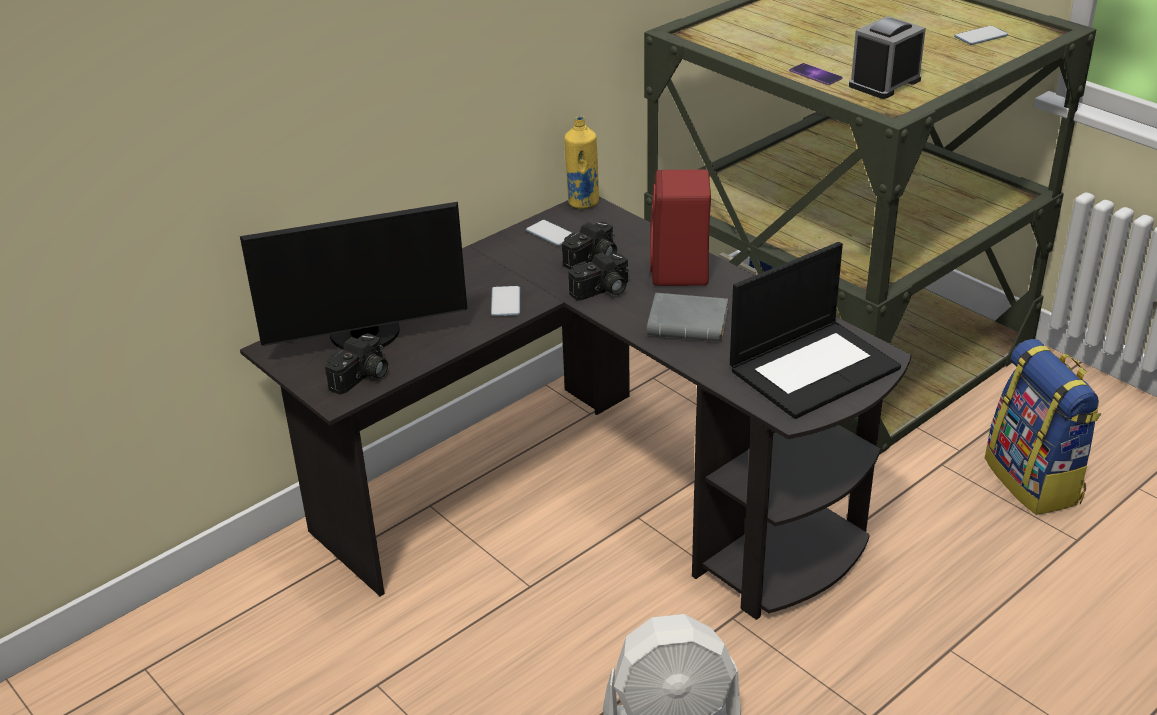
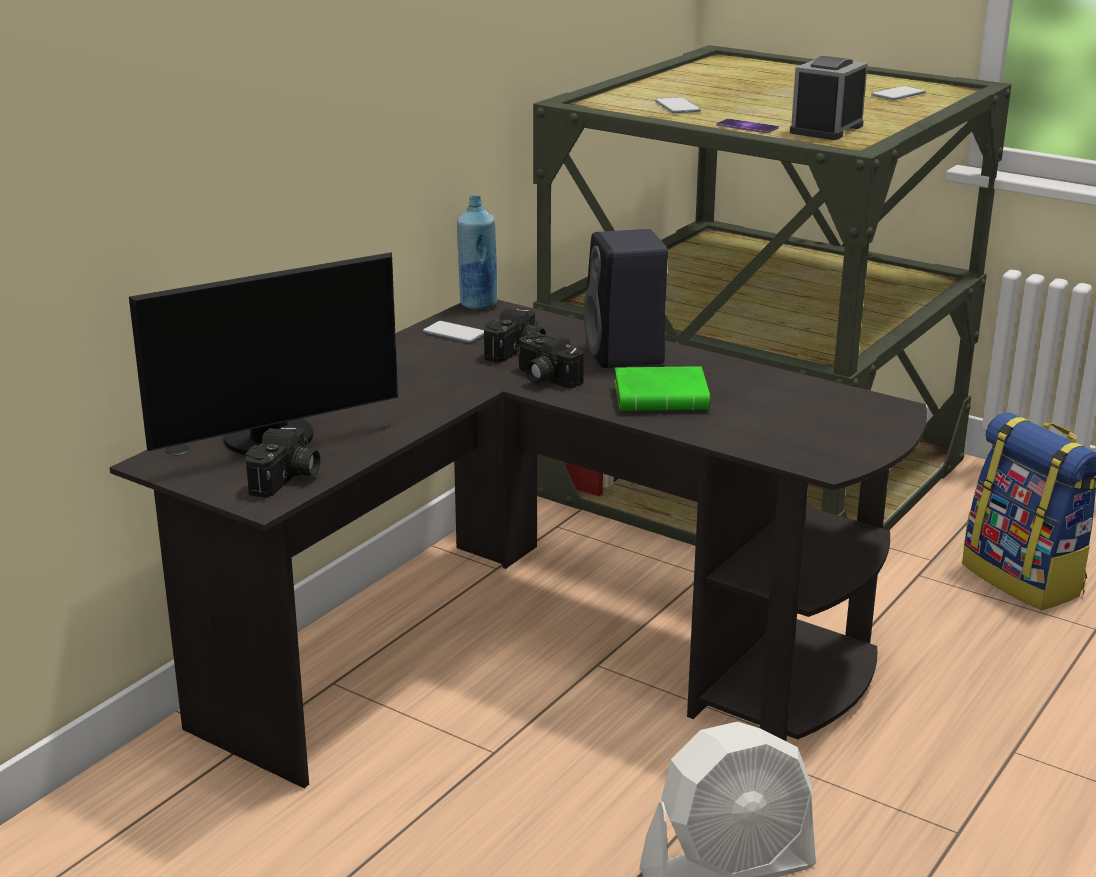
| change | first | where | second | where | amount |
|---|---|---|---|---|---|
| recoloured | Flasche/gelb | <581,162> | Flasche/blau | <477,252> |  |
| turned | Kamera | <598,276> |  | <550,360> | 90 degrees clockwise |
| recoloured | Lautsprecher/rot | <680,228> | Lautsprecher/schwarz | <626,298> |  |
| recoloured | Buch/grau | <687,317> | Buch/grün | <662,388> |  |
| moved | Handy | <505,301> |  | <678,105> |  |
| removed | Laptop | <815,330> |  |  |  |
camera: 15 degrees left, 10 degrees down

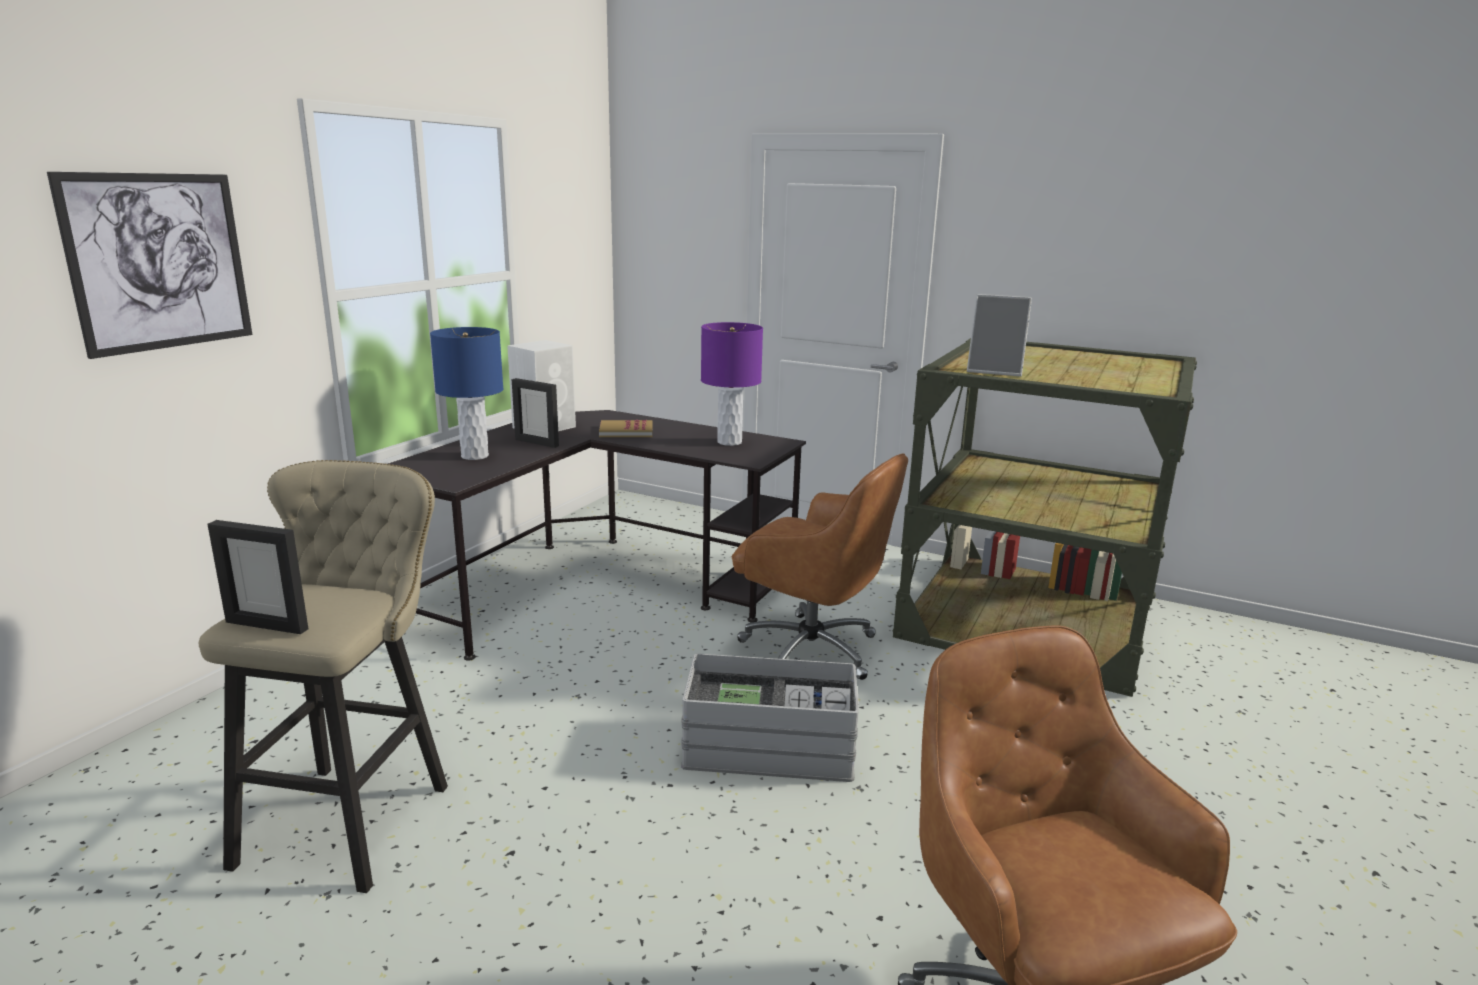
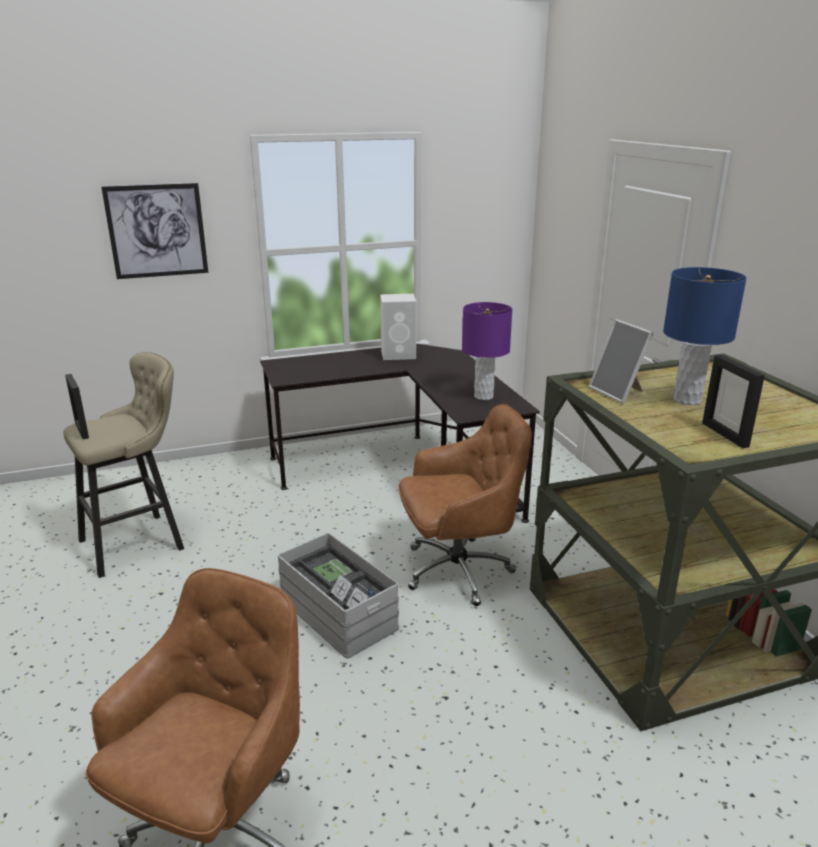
| change | first | where | second | where | amount |
|---|---|---|---|---|---|
| turned | Bürostuhl/braun | <820,567> |  | <465,505> | 90 degrees counterclockwise |
| moved | Tischlampe/blau | <466,393> |  | <705,336> |  |
| moved | Bilderrahmen | <535,413> |  | <733,401> |  |
| removed | Buch | <626,428> |  |  |  |
camera: 45 degrees right, 5 degrees up

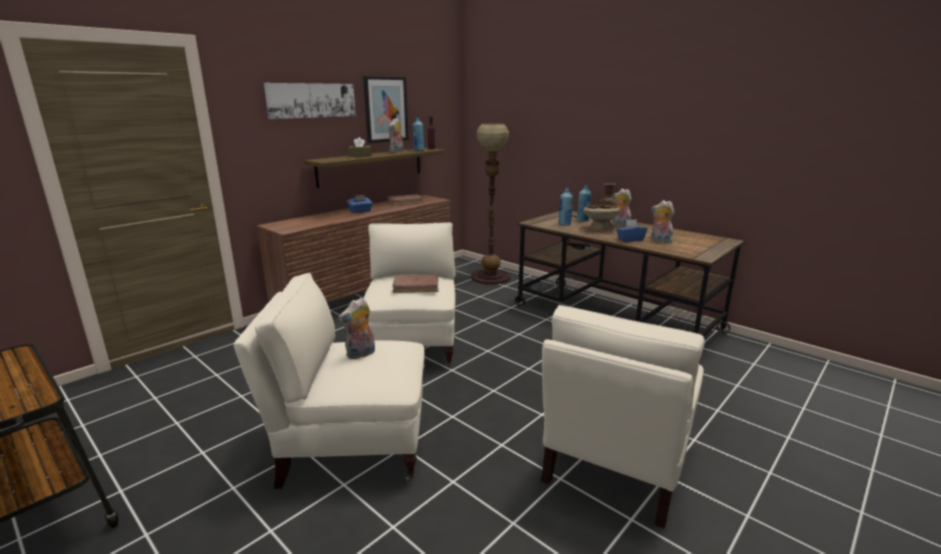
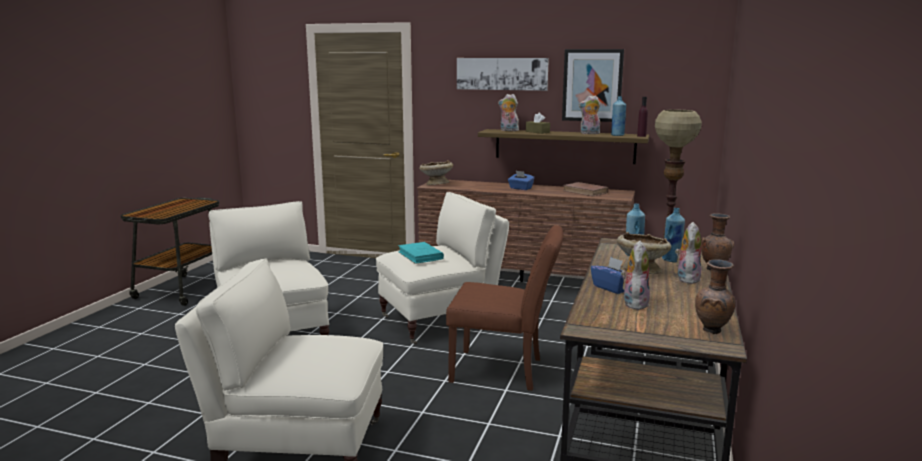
| change | first | where | second | where | amount |
|---|---|---|---|---|---|
| recoloured | Buch/braun | <415,284> | Buch/türkis | <421,253> |  |
| added |  |  | Schüssel/beige | <436,172> |  |
| added |  |  | Stuhl/braun | <504,308> |  |
| moved | Plüschtier | <356,328> |  | <509,112> |  |
| added |  |  | Vase/braun | <715,296> |  |
camera: 65 degrees right, 5 degrees down

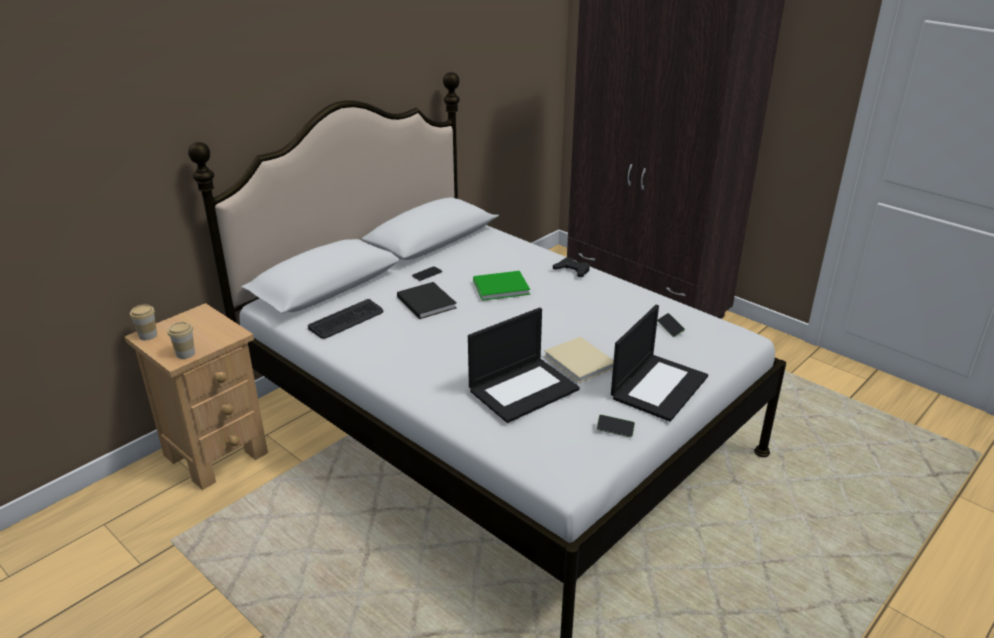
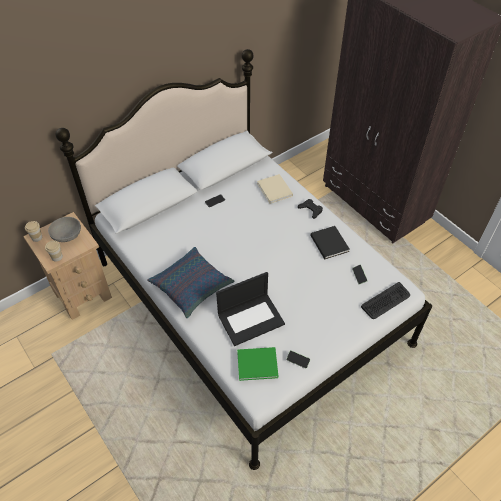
| change | first | where | second | where | amount |
|---|---|---|---|---|---|
| added |  |  | Schüssel/grau | <64,229> |  |
| added |  |  | Kissen/blau | <190,282> |  |
| moved | Buch/grün | <501,286> |  | <257,364> |  |
| moved | Buch/beige | <579,360> |  | <275,189> |  |
| moved | Buch/schwarz | <427,300> |  | <330,243> |  |
| moved | Tastatur | <346,319> |  | <385,300> |  |
| removed | Laptop | <659,363> |  |  |  |
camera: 10 degrees right, 20 degrees up

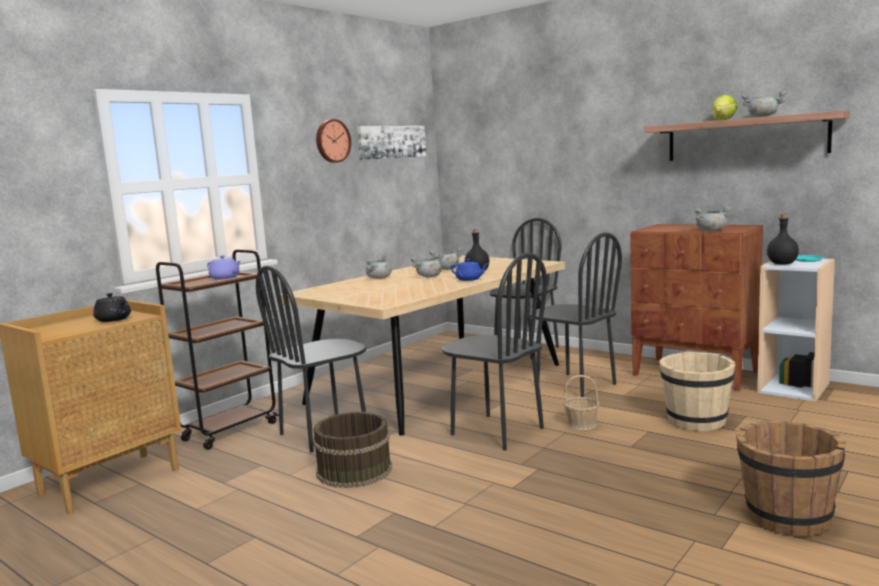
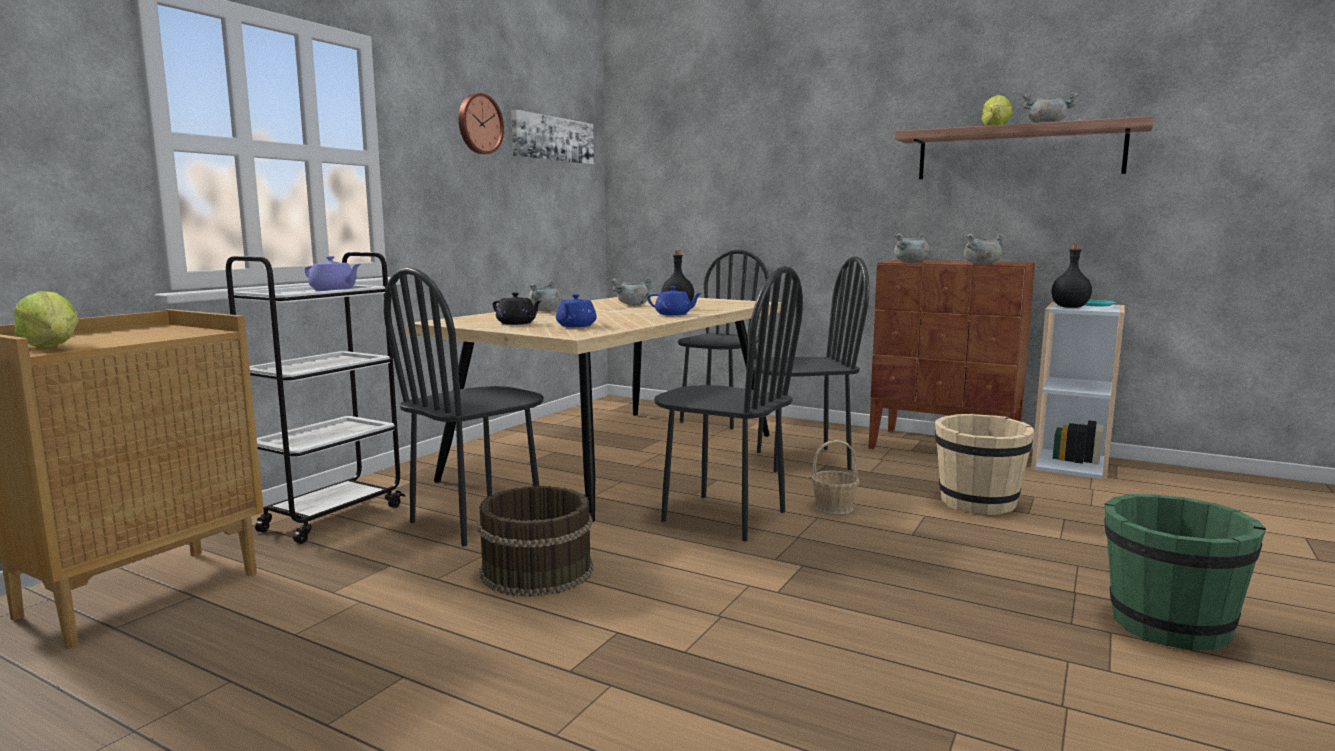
| change | first | where | second | where | amount |
|---|---|---|---|---|---|
| added |  |  | Salatkopf | <46,319> |  |
| recoloured | Rollwagen/braun | <217,350> | Rollwagen/weiß | <315,398> |  |
| moved | Teekanne/schwarz | <112,307> |  | <517,308> |  |
| added |  |  | Teekanne/blau | <576,310> |  |
| turned | Stuhl/schwarz | <576,314> |  | <811,364> | 45 degrees counterclockwise |
| moved | Kochtopf/grau | <427,265> |  | <912,247> |  |
| recoloured | Eimer/braun | <791,478> | Eimer/grün | <1185,572> |  |
camera: 10 degrees left, 0 degrees up

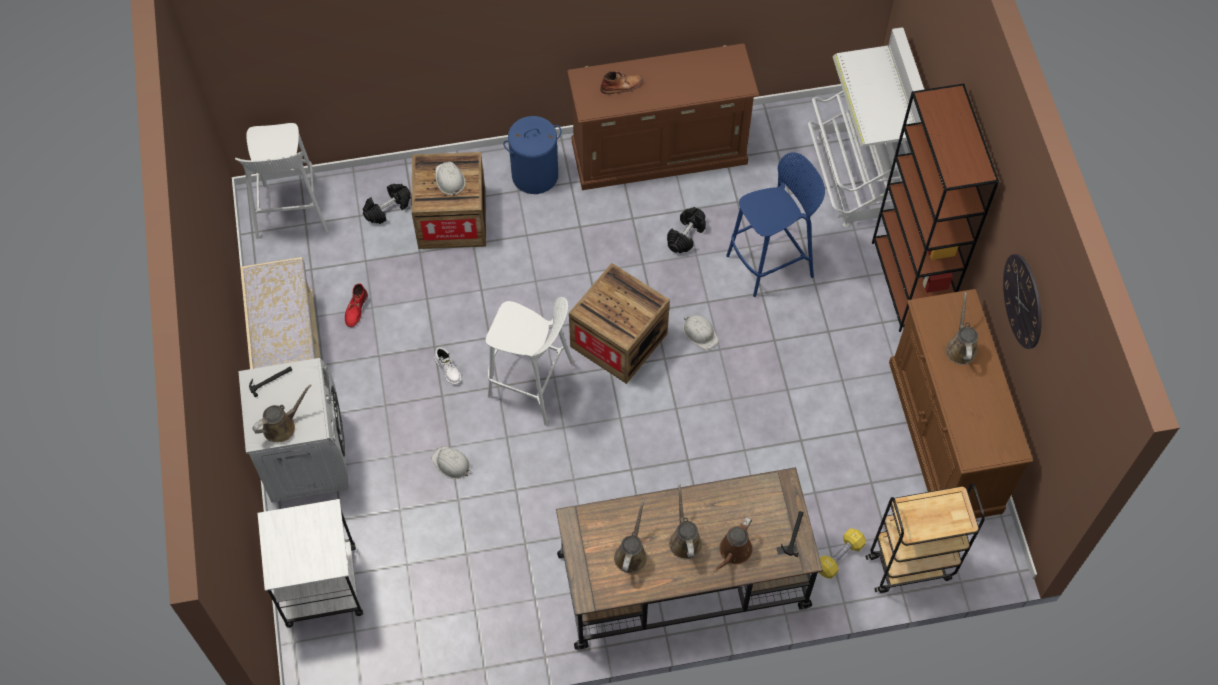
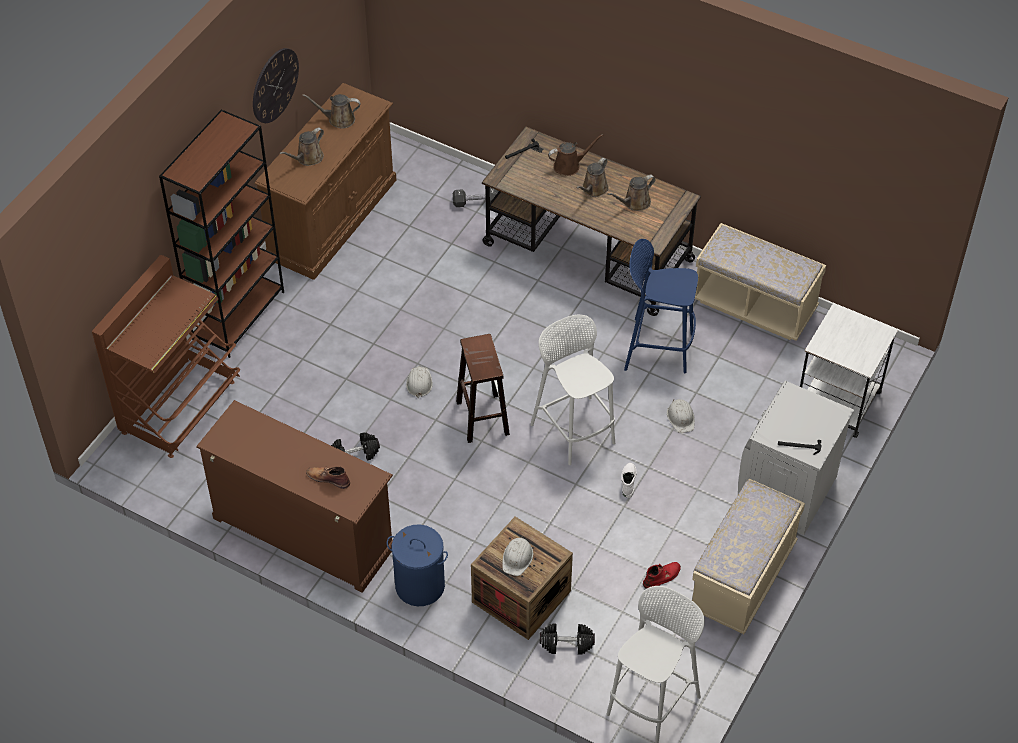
| change | first | where | second | where | amount |
|---|---|---|---|---|---|
| recoloured | Schuhregal/weiß | <866,127> | Schuhregal/braun | <166,356> |  |
| moved | Gießkanne/braun | <282,413> |  | <331,111> |  |
| recoloured | Hantel/gelb | <842,553> | Hantel/schwarz | <476,197> |  |
| replaced | Kiste | <619,323> | Hocker/braun | <483,388> |  |
| moved | Hocker/blau | <775,224> |  | <661,306> |  |
| added |  |  | Bank/beige | <760,282> |  |
| removed | Rollwagen/braun | <925,538> |  |  |  |
camera: 140 degrees left, 10 degrees down

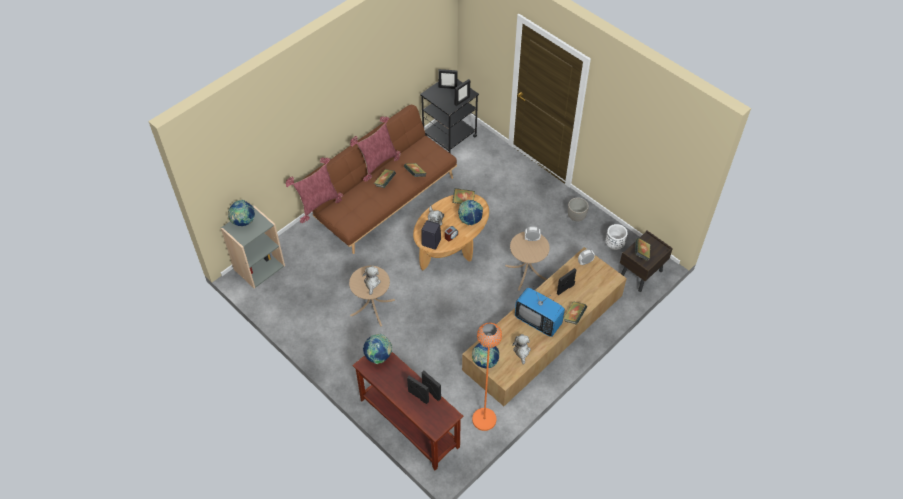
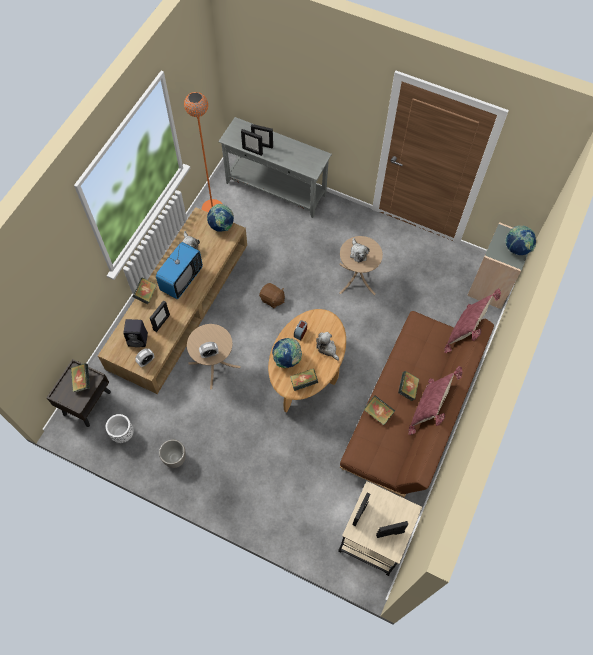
| change | first | where | second | where | amount |
|---|---|---|---|---|---|
| moved | Lautsprecher/schwarz | <431,235> |  | <135,333> |  |
| turned | Fernseher | <540,312> |  | <179,270> | 105 degrees clockwise |
| recoloured | Konsolentisch/braun | <408,411> | Konsolentisch/grau | <275,167> |  |
| added |  |  | Plüschtier/braun | <272,295> |  |
| recoloured | Rollwagen/schwarz | <449,116> | Rollwagen/beige | <380,528> |  |
| removed | Globus | <377,349> |  |  |  |
camera: 160 degrees right, 10 degrees up

